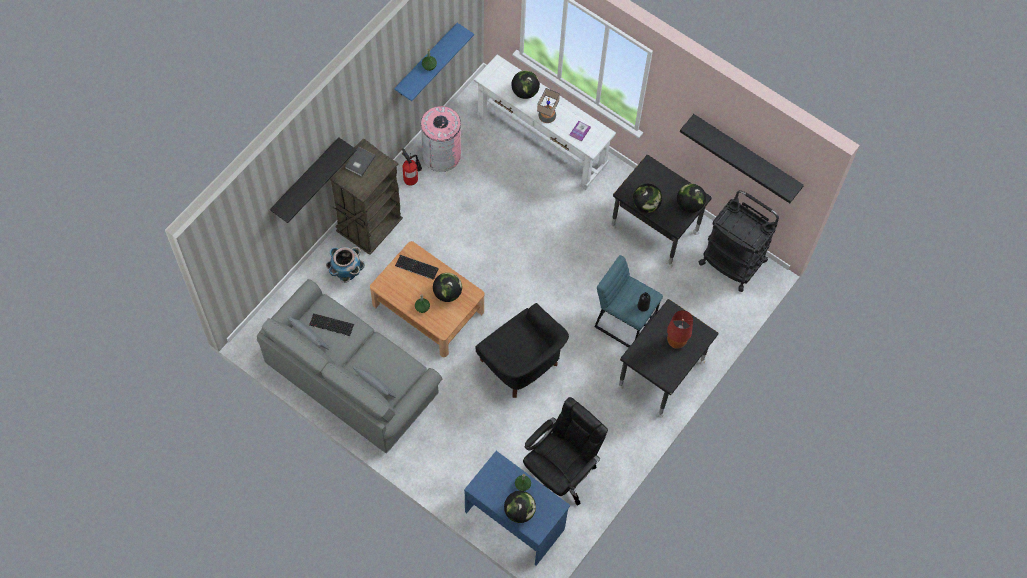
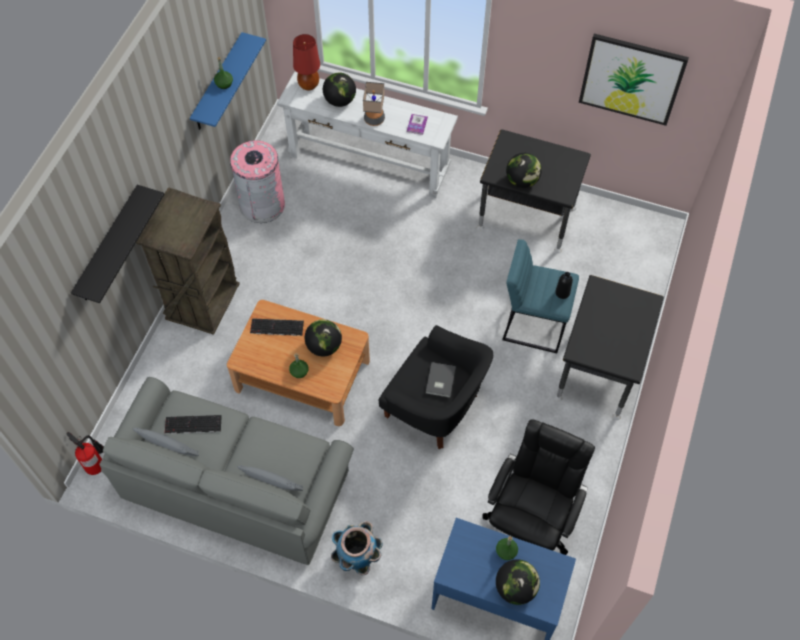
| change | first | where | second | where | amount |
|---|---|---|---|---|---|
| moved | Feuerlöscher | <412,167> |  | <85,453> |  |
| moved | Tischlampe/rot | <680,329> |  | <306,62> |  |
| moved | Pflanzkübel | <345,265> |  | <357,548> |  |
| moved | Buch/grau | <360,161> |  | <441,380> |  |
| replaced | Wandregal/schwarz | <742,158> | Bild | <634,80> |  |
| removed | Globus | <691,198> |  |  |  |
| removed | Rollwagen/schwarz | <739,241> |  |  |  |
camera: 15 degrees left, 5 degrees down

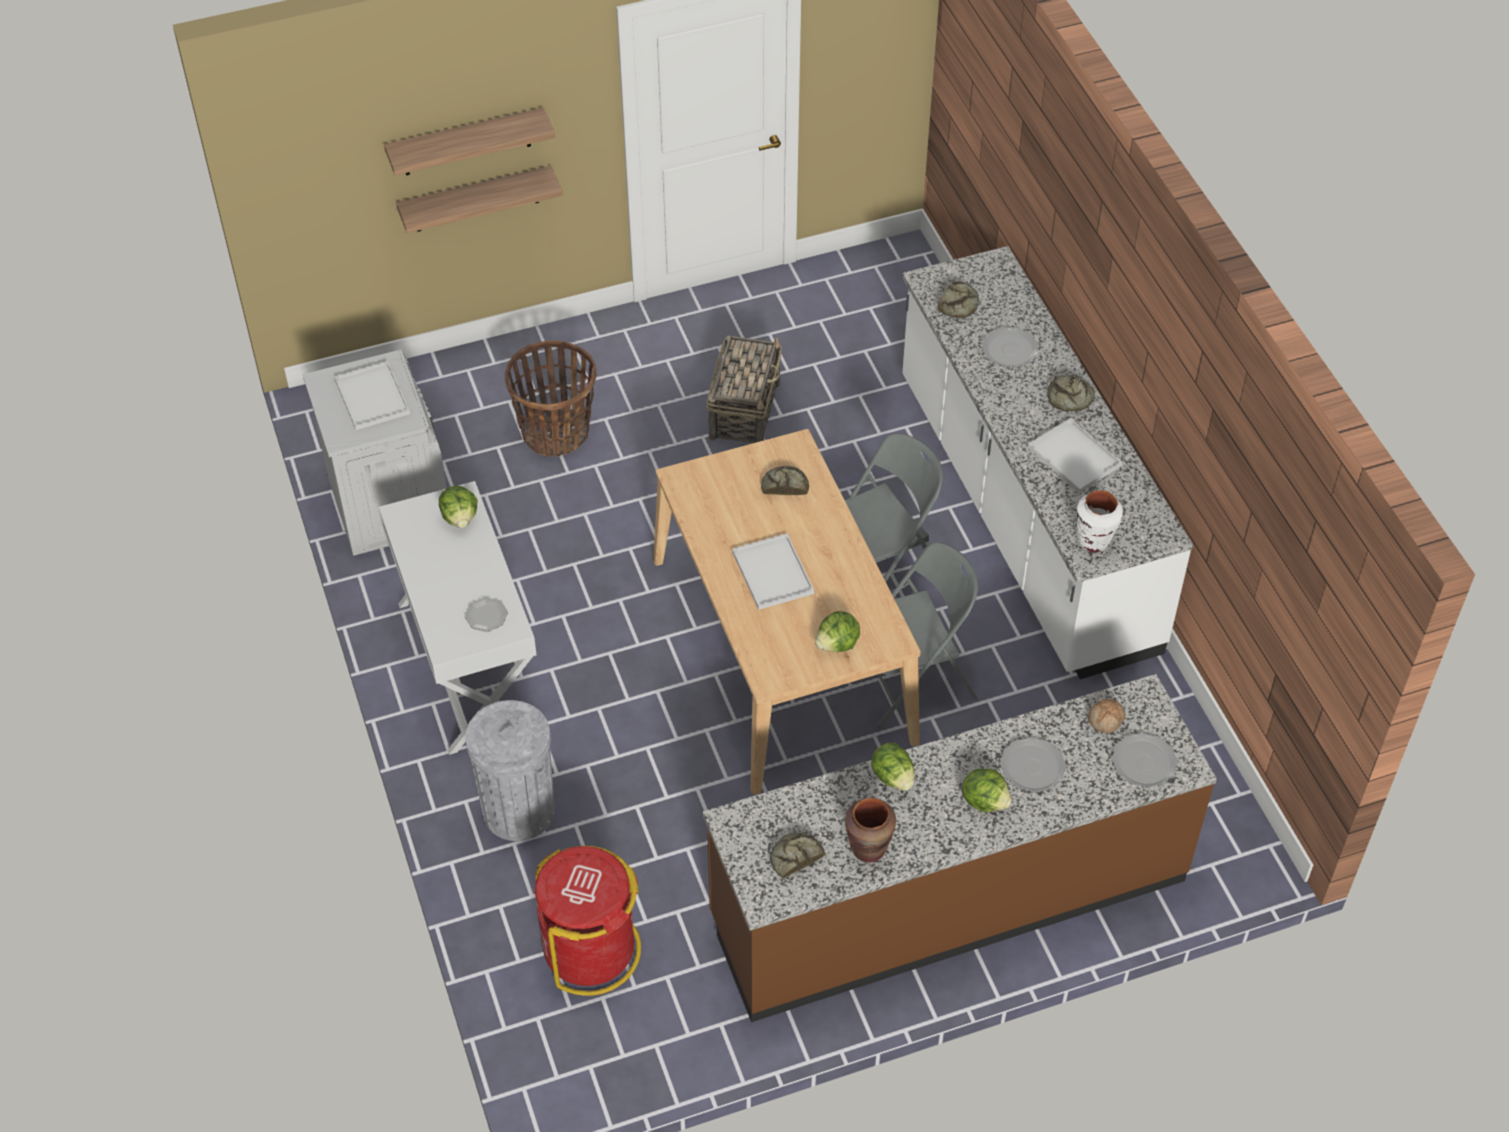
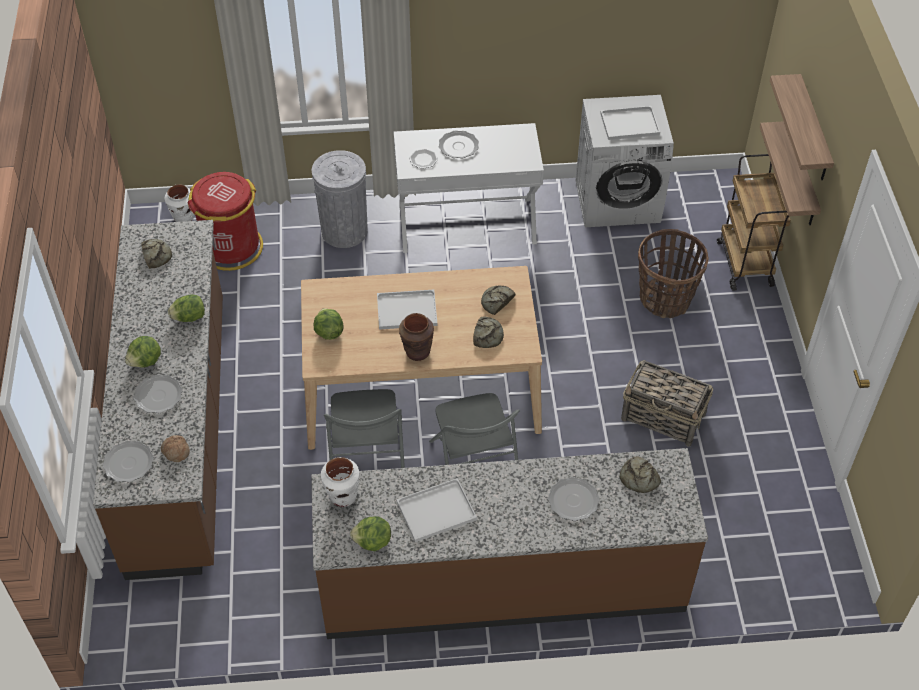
| change | first | where | second | where | amount |
|---|---|---|---|---|---|
| added |  |  | Vase/weiß | <179,203> |  |
| recoloured | Küchenzeile/weiß | <1047,462> | Küchenzeile/braun | <509,543> |  |
| moved | Salatkopf | <458,507> |  | <370,533> |  |
| moved | Vase/braun | <870,830> |  | <416,337> |  |
| added |  |  | Teller | <459,144> |  |
| moved | Brot | <1071,393> |  | <498,300> |  |
| added |  |  | Rollwagen/braun | <754,222> |  |
camera: 105 degrees right, 0 degrees up

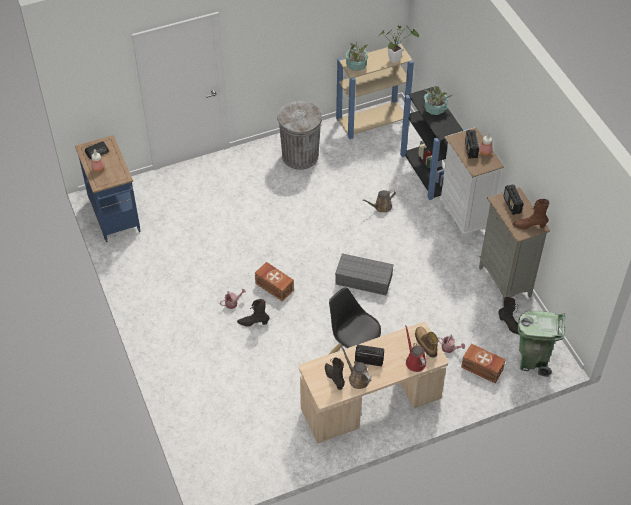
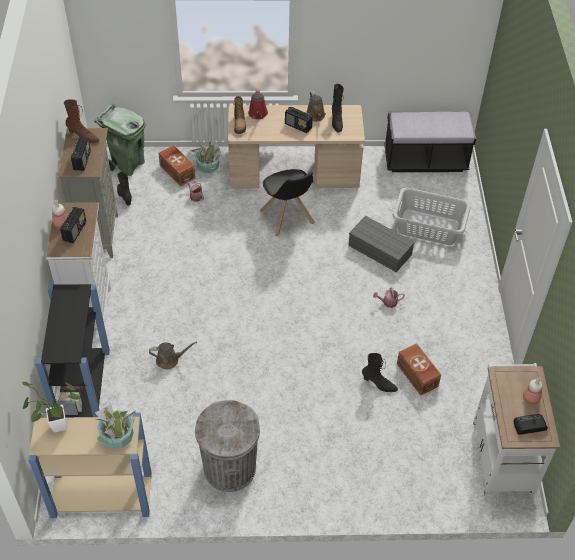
| change | first | where | second | where | amount |
|---|---|---|---|---|---|
| moved | Topfpflanze | <438,100> |  | <205,156> |  |
| moved | Aufbewahrungsbox/grau | <364,274> |  | <381,244> |  |
| moved | Stiefel/schwarz | <253,313> |  | <380,372> |  |
| added |  |  | Bank/schwarz | <430,142> |  |
| added |  |  | Wäschekorb/grau | <432,216> |  |
| moved | Aufbewahrungsbox/braun | <274,282> |  | <419,369> |  |
| recoloured | Rollwagen/blau | <108,188> | Rollwagen/weiß | <516,429> |  |
camera: 160 degrees left, 0 degrees up

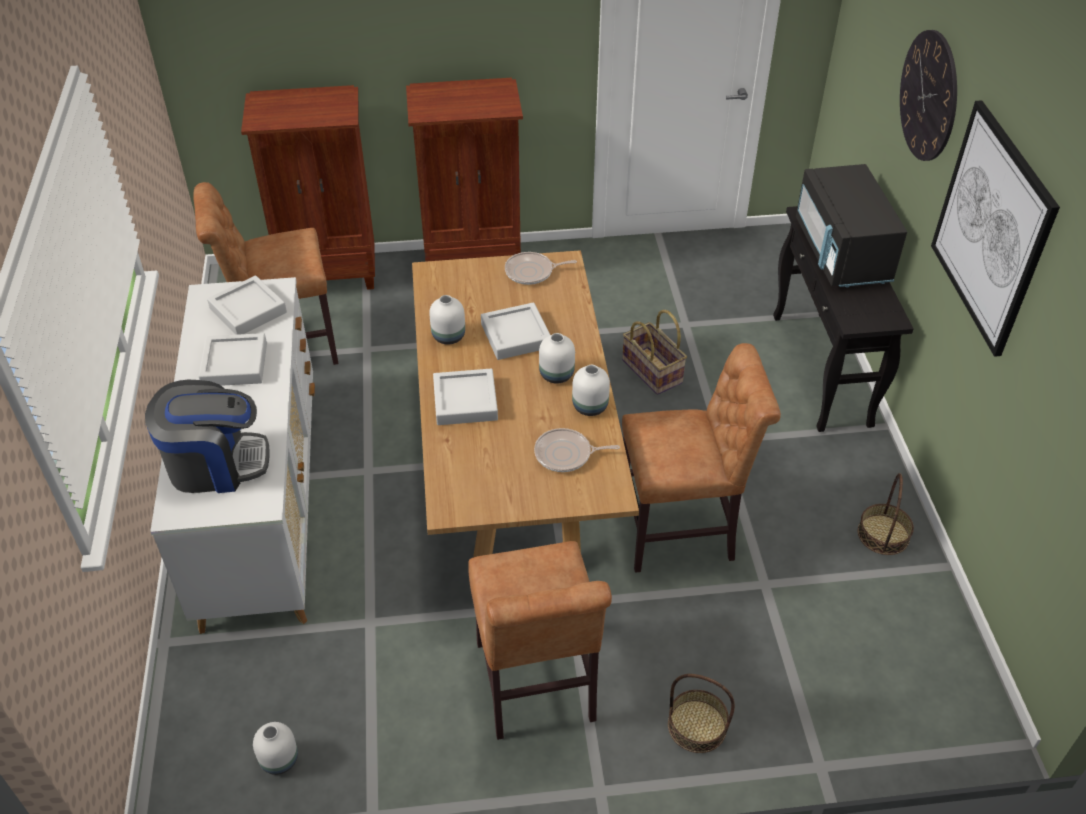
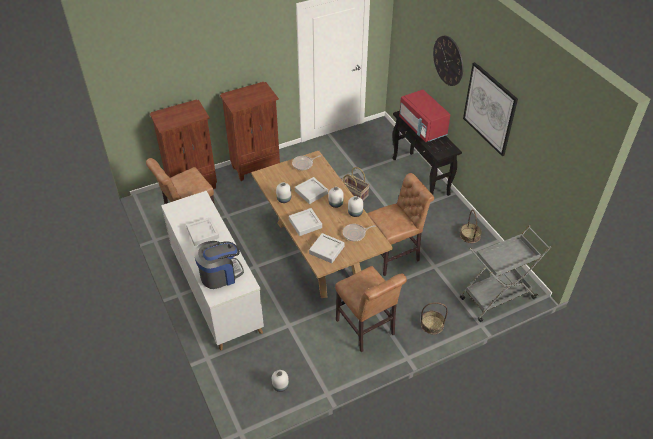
| change | first | where | second | where | amount |
|---|---|---|---|---|---|
| moved | Tablett/grau | <247,305> |  | <327,248> |  |
| recoloured | Mikrowelle/schwarz | <851,226> | Mikrowelle/rot | <424,116> |  |
| added |  |  | Rollwagen/grau | <506,273> |  |
camera: 20 degrees left, 0 degrees up

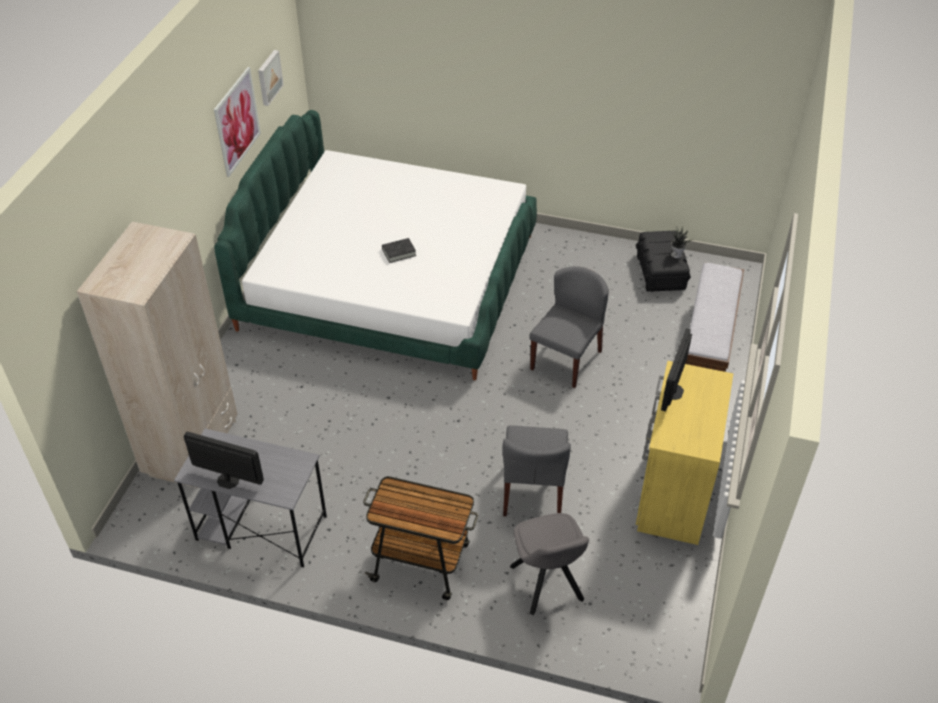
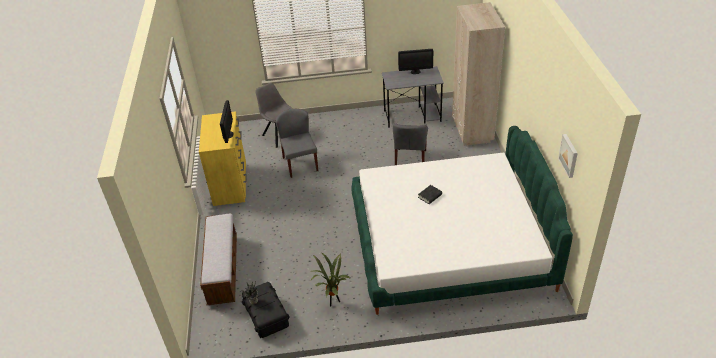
| change | first | where | second | where | amount |
|---|---|---|---|---|---|
| added |  |  | Topfpflanze | <330,280> |  |
| moved | Stuhl/grau | <569,327> |  | <410,144> |  |
| removed | Bild | <237,122> |  |  |  |
| removed | Rollwagen | <420,538> |  |  |  |
camera: 160 degrees right, 5 degrees down

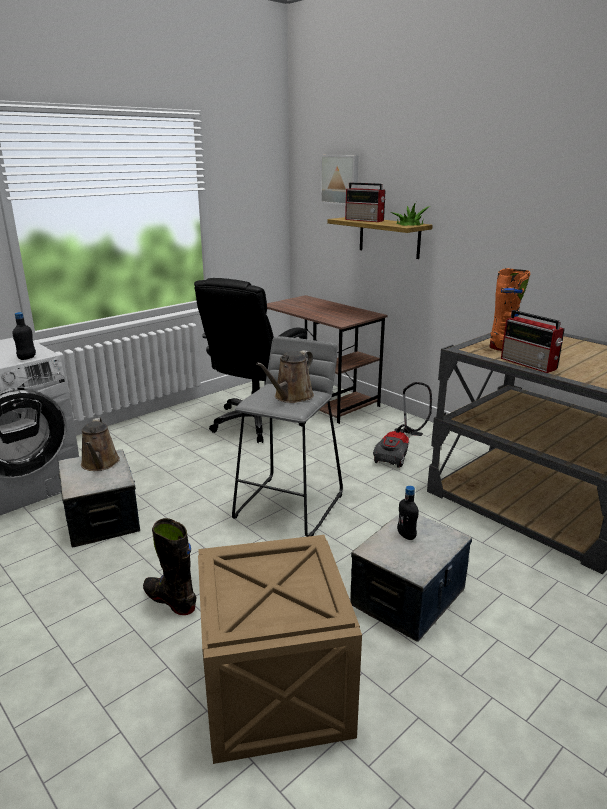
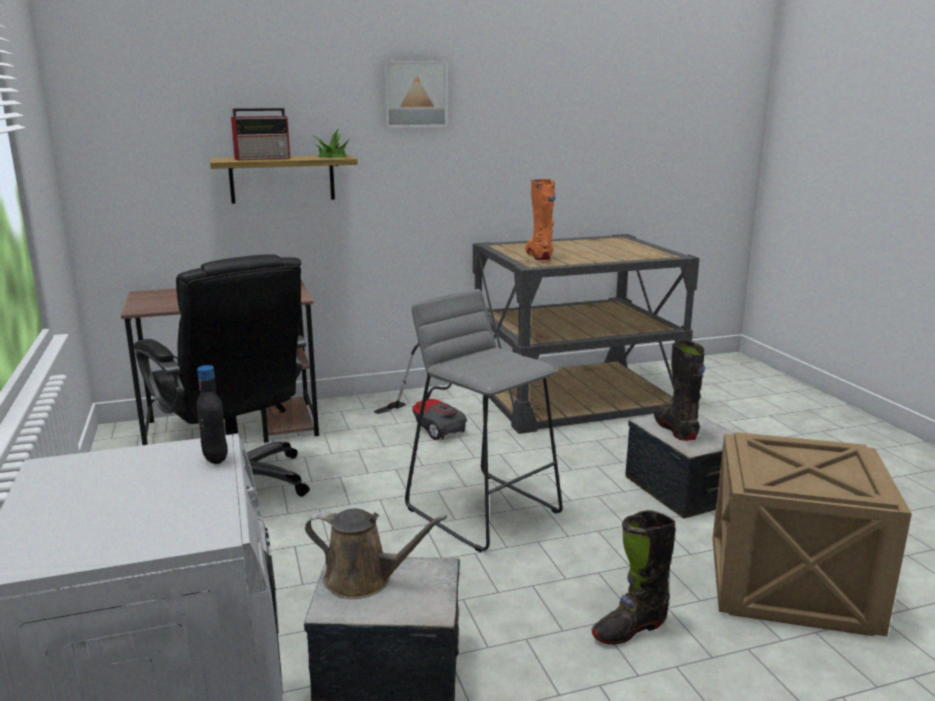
| change | first | where | second | where | amount |
|---|---|---|---|---|---|
| moved | Bild | <339,180> |  | <415,94> |  |
| replaced | Flasche/schwarz | <408,513> | Stiefel/schwarz | <679,390> |  |
| removed | Gießkanne/braun | <285,376> |  |  |  |
| removed | Radio | <533,341> |  |  |  |
camera: 65 degrees left, 5 degrees down

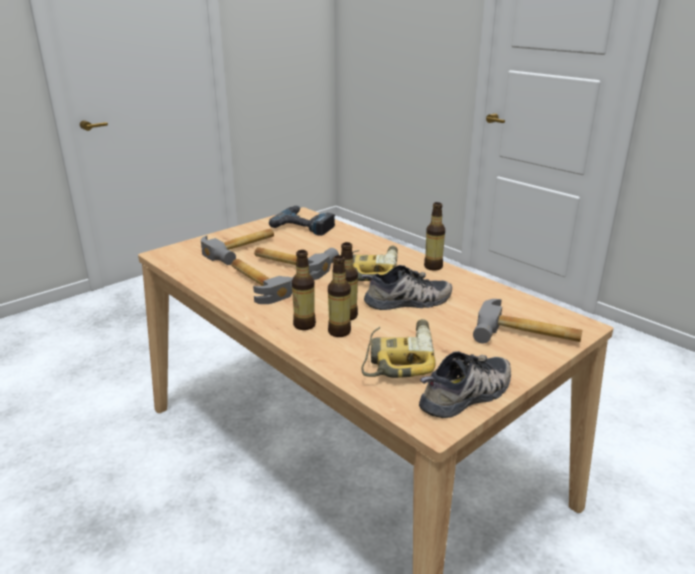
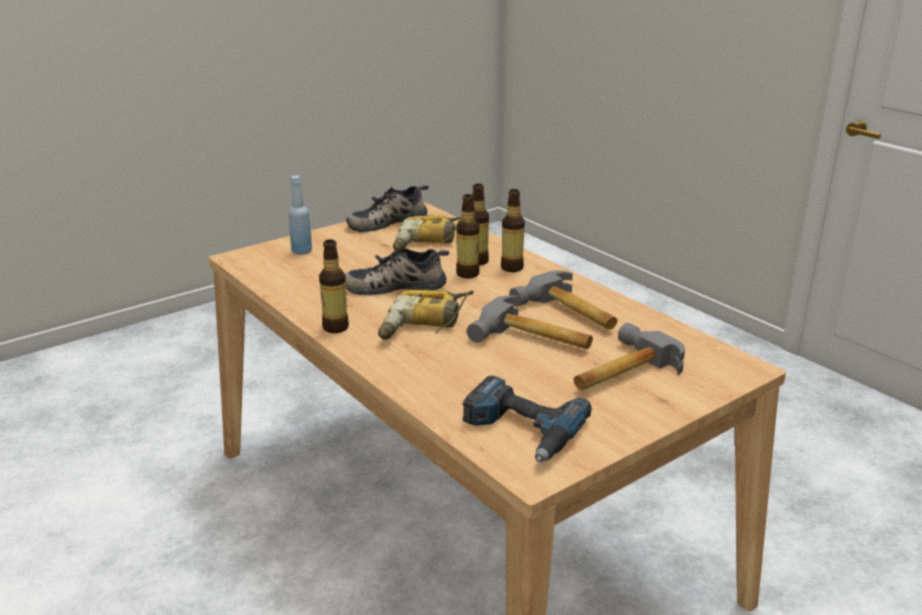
| change | first | where | second | where | amount |
|---|---|---|---|---|---|
| replaced | Hammer | <528,321> | Flasche/blau | <300,215> |  |
camera: 175 degrees left, 0 degrees up

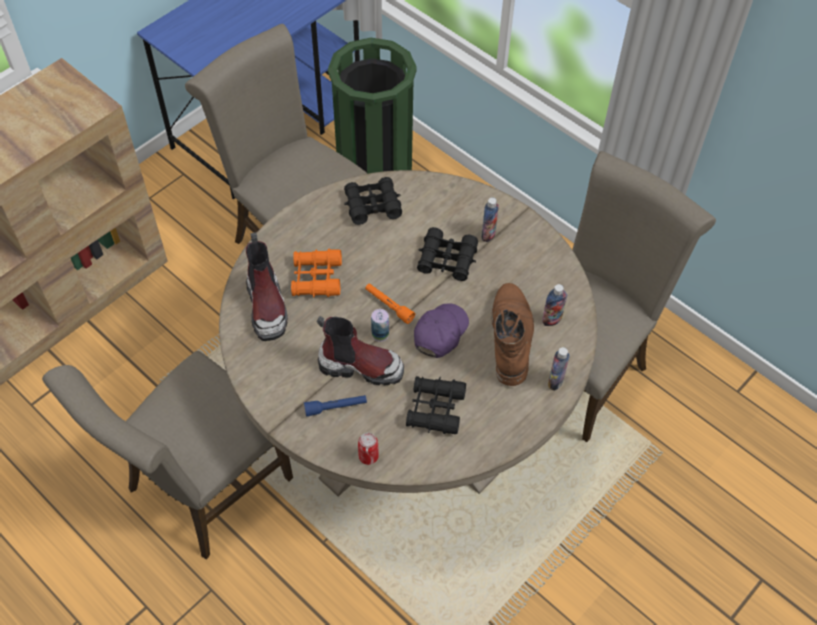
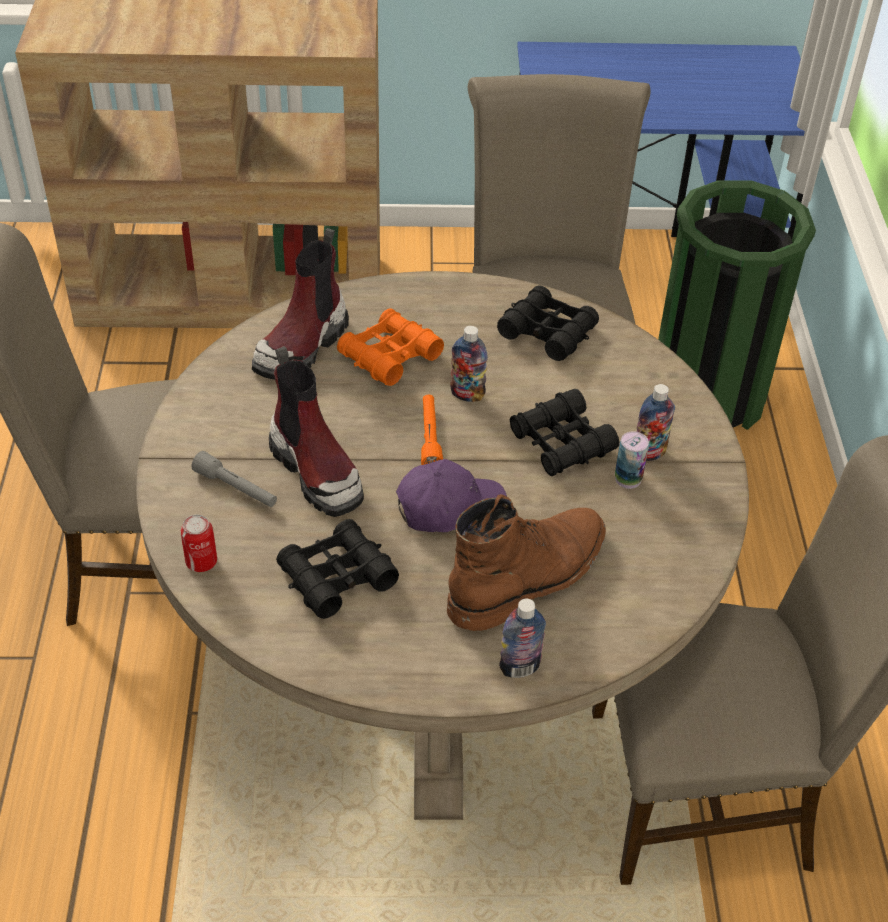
| change | first | where | second | where | amount |
|---|---|---|---|---|---|
| recoloured | Taschenlampe/blau | <335,406> | Taschenlampe/grau | <234,479> |  |
| moved | Flasche | <554,305> |  | <469,364> |  |
| moved | Dose | <380,325> |  | <632,460> |  |
camera: 45 degrees right, 10 degrees down

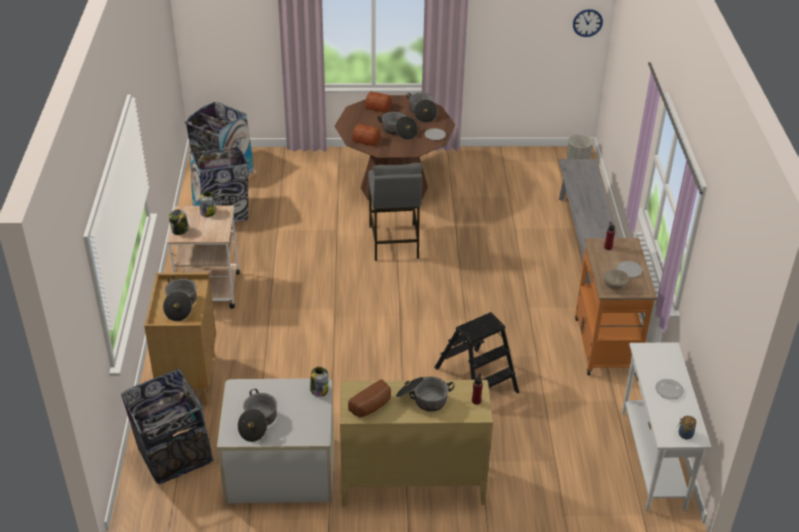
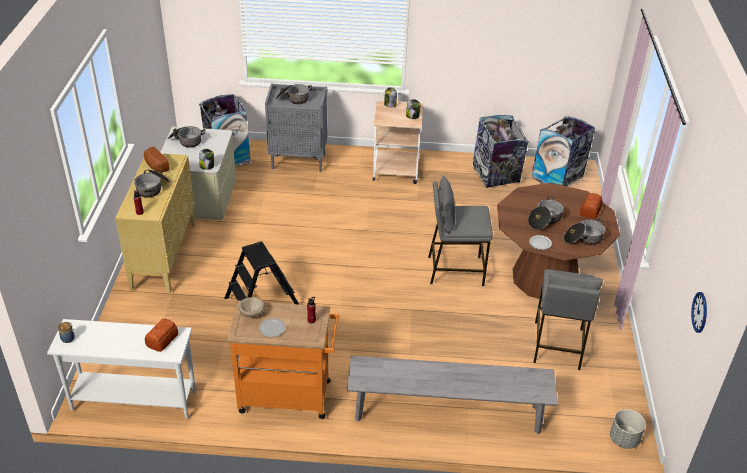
| change | first | where | second | where | amount |
|---|---|---|---|---|---|
| moved | Brot | <366,135> |  | <161,335> |  |
| recoloured | Schrank/braun | <180,338> | Schrank/grau | <296,127> |  |
| added |  |  | Hocker/grau | <568,319> |  |
| removed | Teller | <669,389> |  |  |  |
camera: 95 degrees right, 0 degrees up

